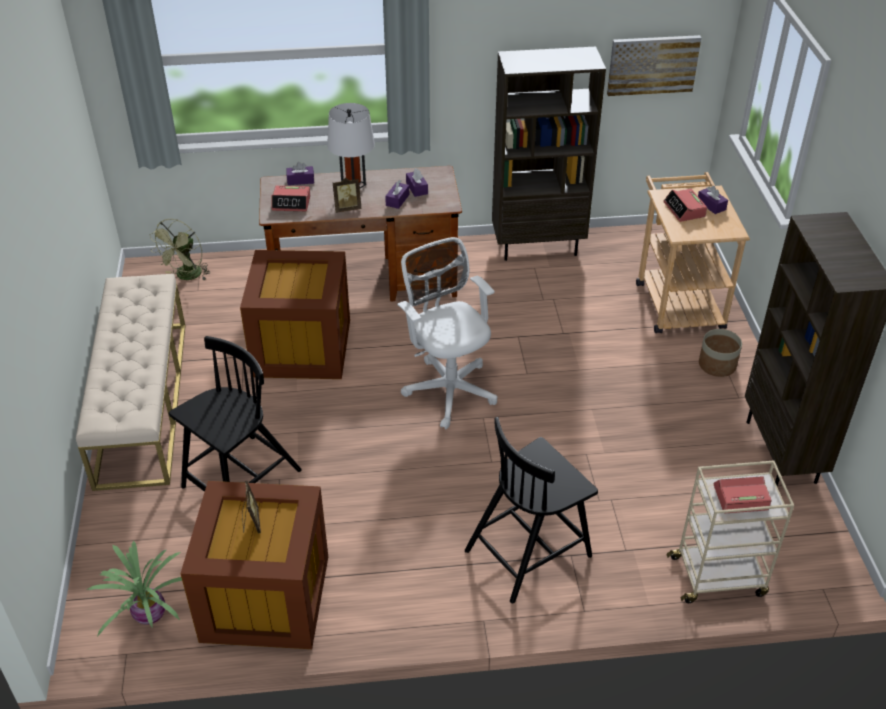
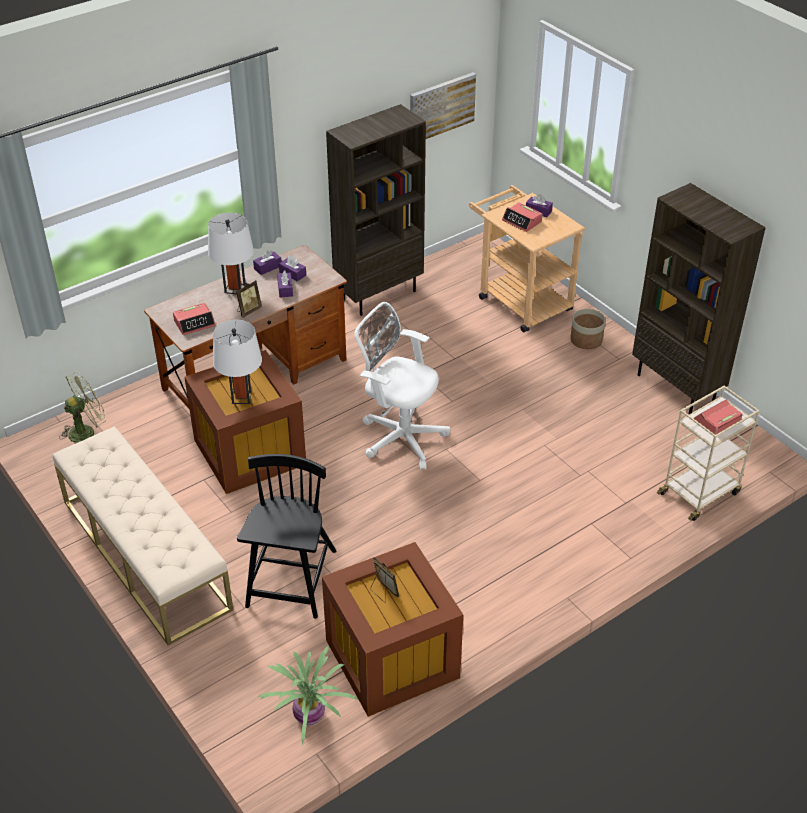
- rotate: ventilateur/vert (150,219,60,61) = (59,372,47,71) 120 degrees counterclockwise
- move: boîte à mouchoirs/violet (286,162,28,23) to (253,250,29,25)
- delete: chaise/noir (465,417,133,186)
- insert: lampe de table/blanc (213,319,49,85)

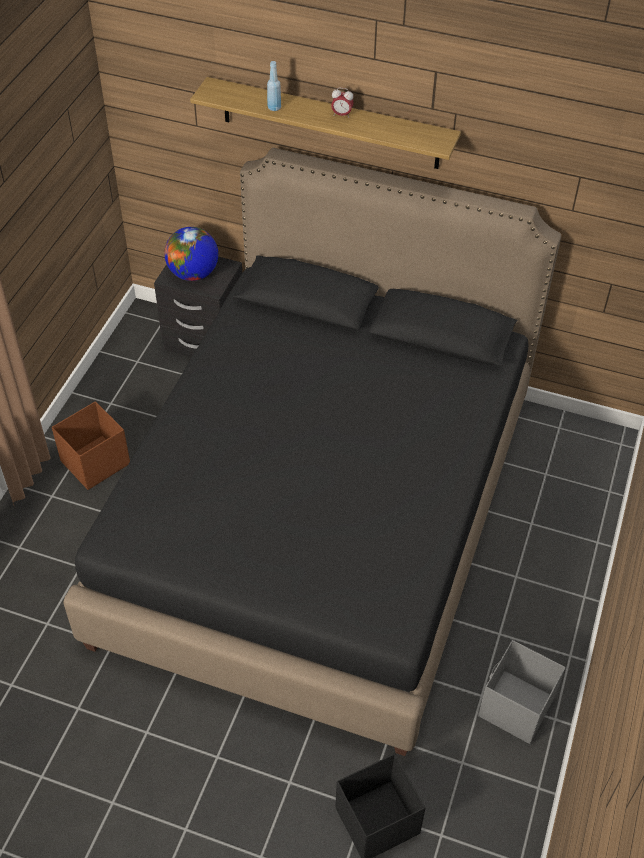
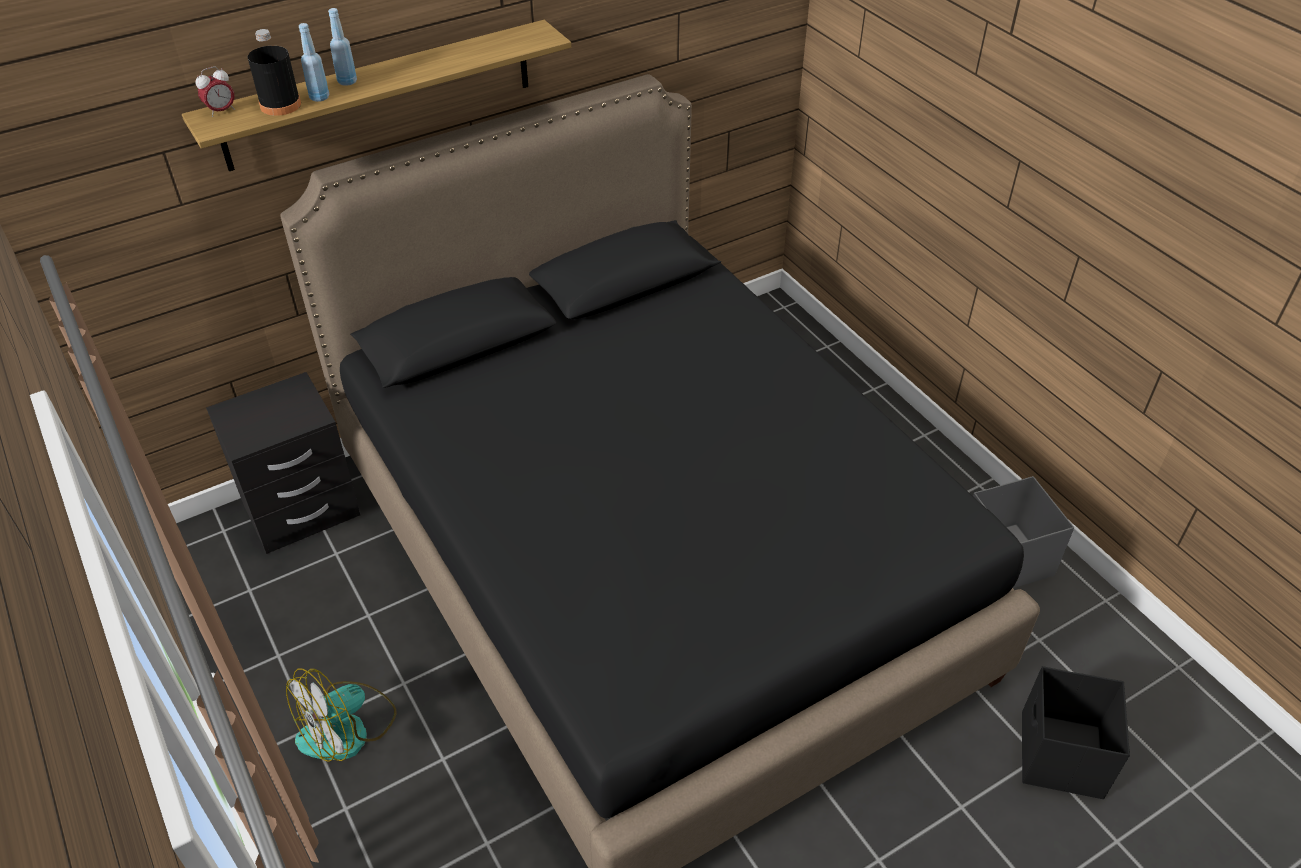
- replace: boîte de rangement/marron (52,402,78,88) to ventilateur (286,669,110,93)
- delete: globe (164,227,54,54)
- move: réveil (331,87,23,30) to (195,66,40,51)
- insert: bouteille/noir (247,29,54,87)
- insert: bouteille/bleu (328,8,29,78)

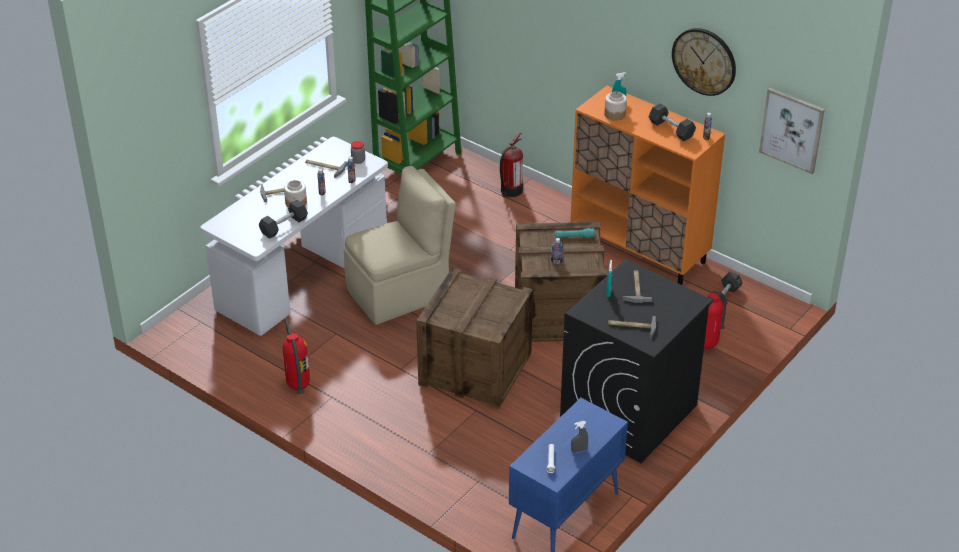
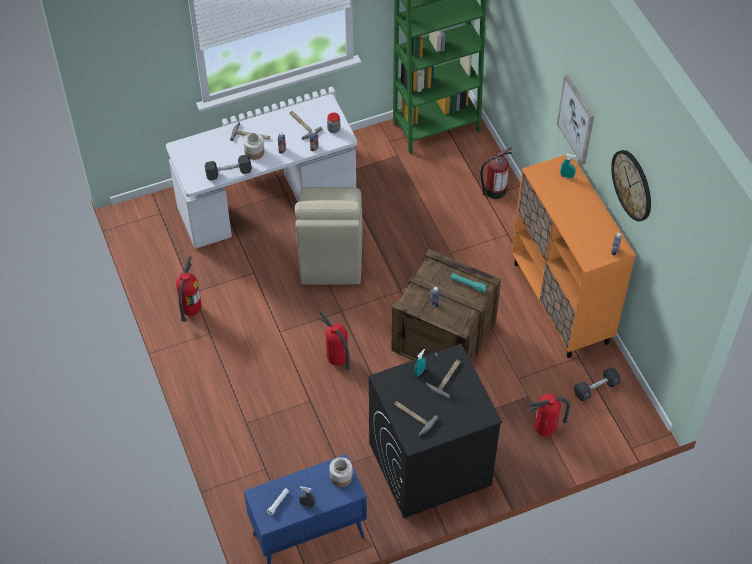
- rotate: chaise/beige (344,166,112,159) = (295,187,67,98) 90 degrees clockwise
- replace: caisse (416,268,117,141) to extincteur (319,311,32,59)
- move: bocal (604,92,23,29) to (329,457,24,30)
- delete: haltère/noir (649,104,47,37)
- move: tableau (759,88,66,86) to (557,75,37,90)

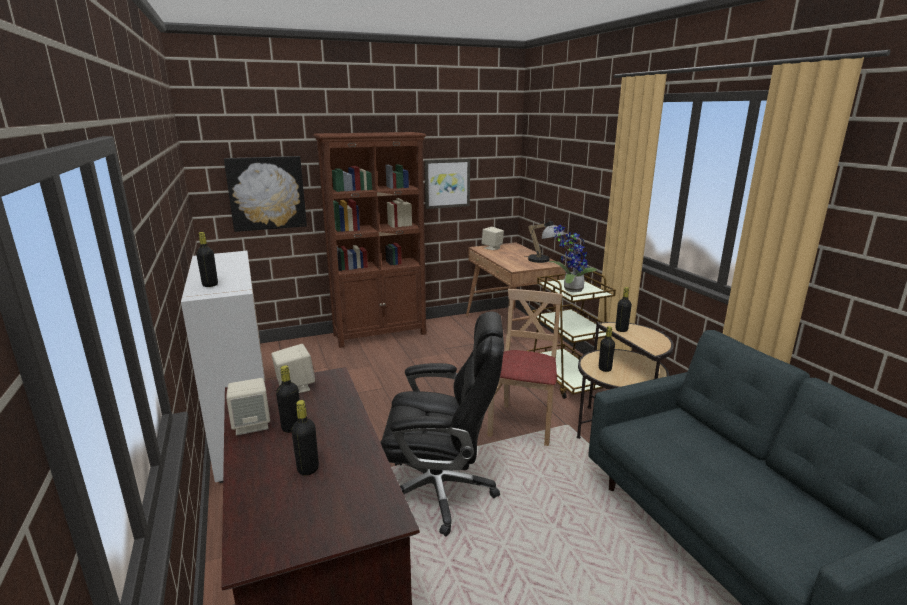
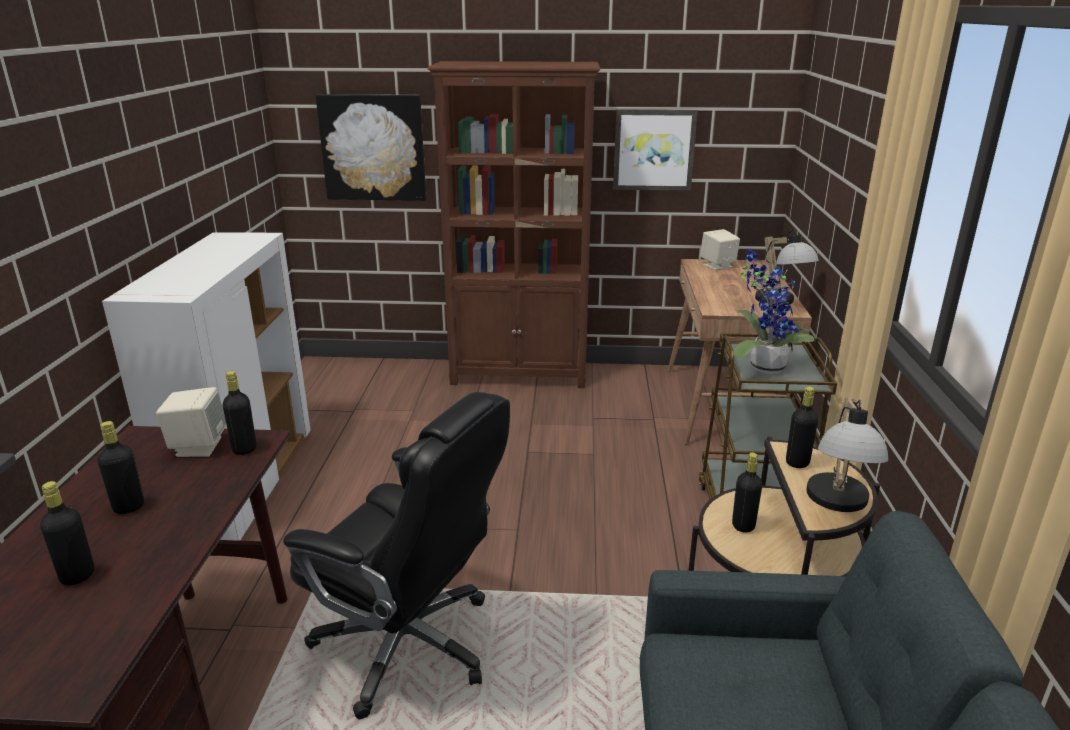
- move: bouteille/noir (196,232,22,55) to (223,371,33,84)
- delete: enceinte/beige (226,378,44,57)
- delete: chaise/beige (487,289,76,157)
- insert: lampe de table (806,398,82,114)

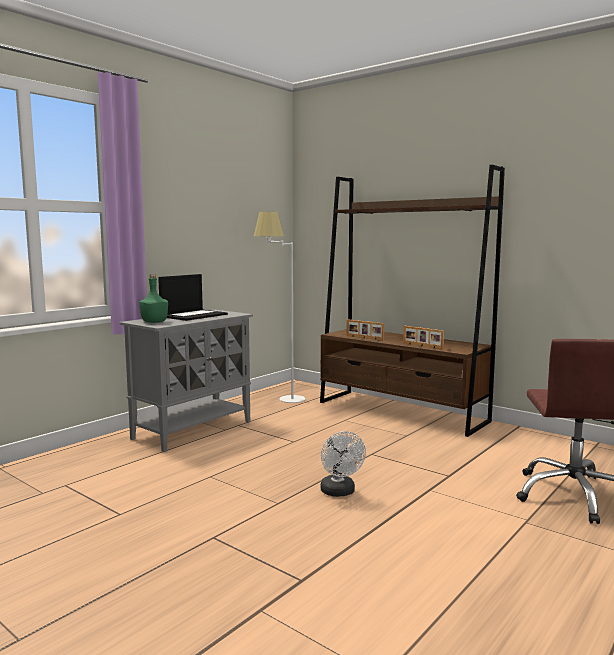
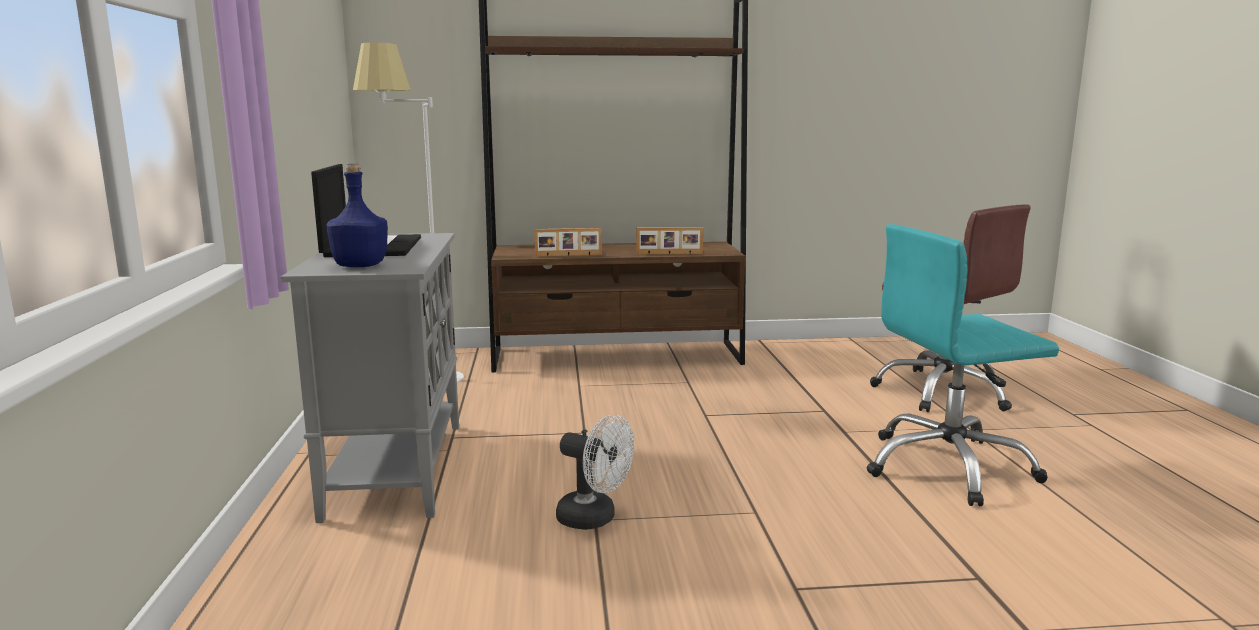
- recolor: bouteille/vert (139,274,29,49) to bouteille/bleu (327,164,61,103)
- move: ventilateur/blanc (321,431,45,66) to (556,415,78,115)
- insert: chaise de bureau/turquoise (867,224,192,282)

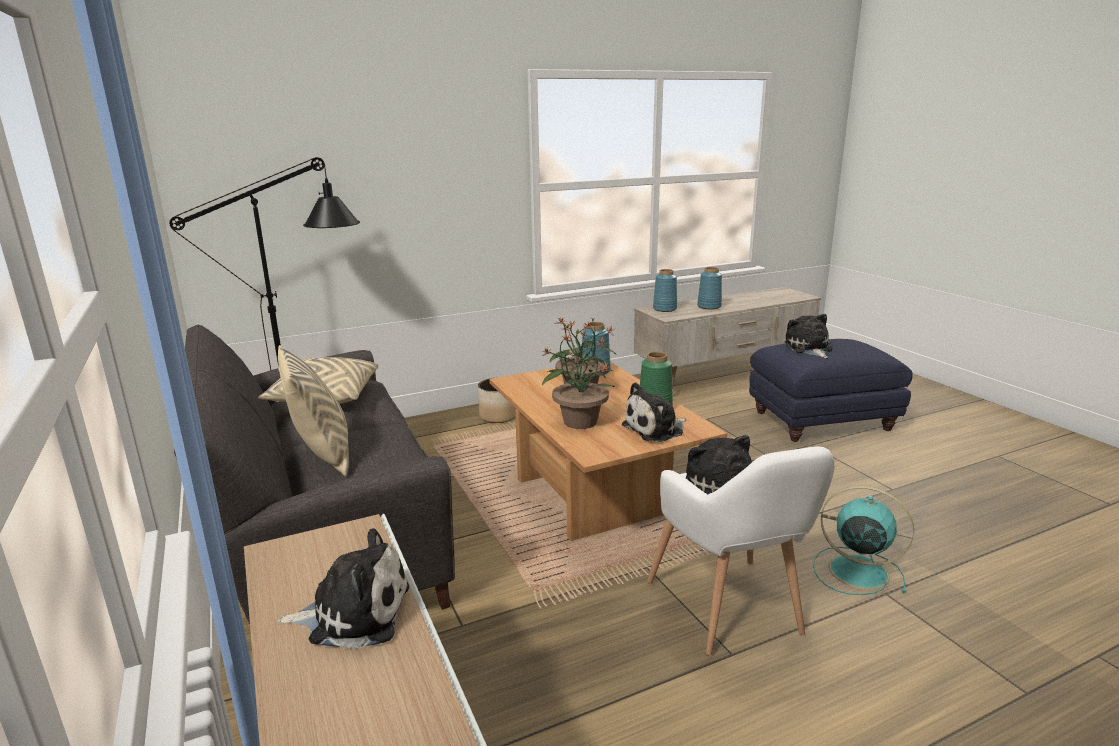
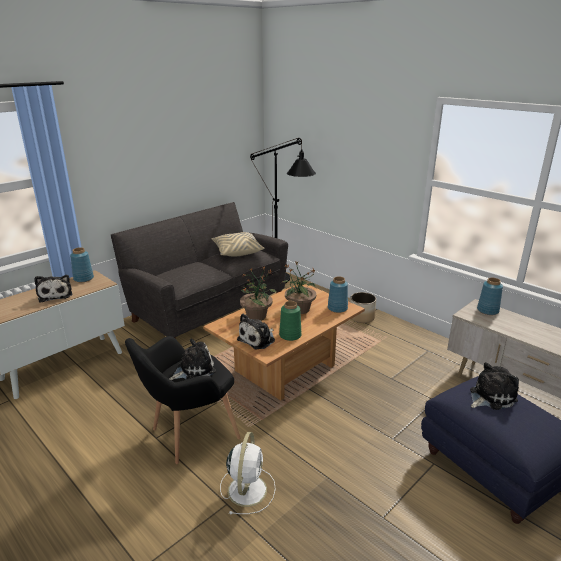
- delete: coussin/beige (278,345,71,131)
- rotate: peluche (622,382,64,60) = (237,313,38,37) 90 degrees counterclockwise
- recolor: fauteuil/blanc (647,446,188,209) to fauteuil/noir (125,336,116,128)
- move: vase/bleu (697,267,25,43) to (70,247,24,35)
- recolor: ventilateur/turquoise (813,486,101,109) to ventilateur/blanc (220,432,56,82)

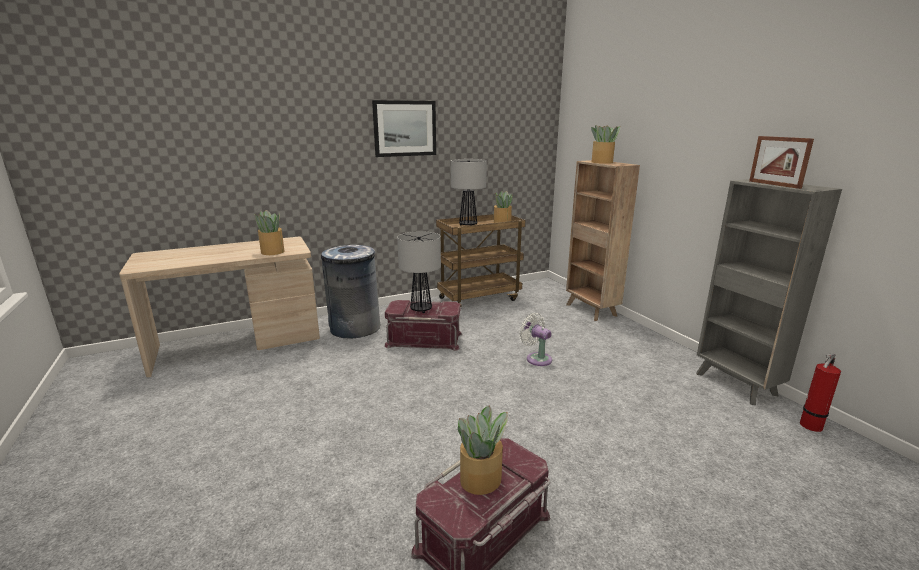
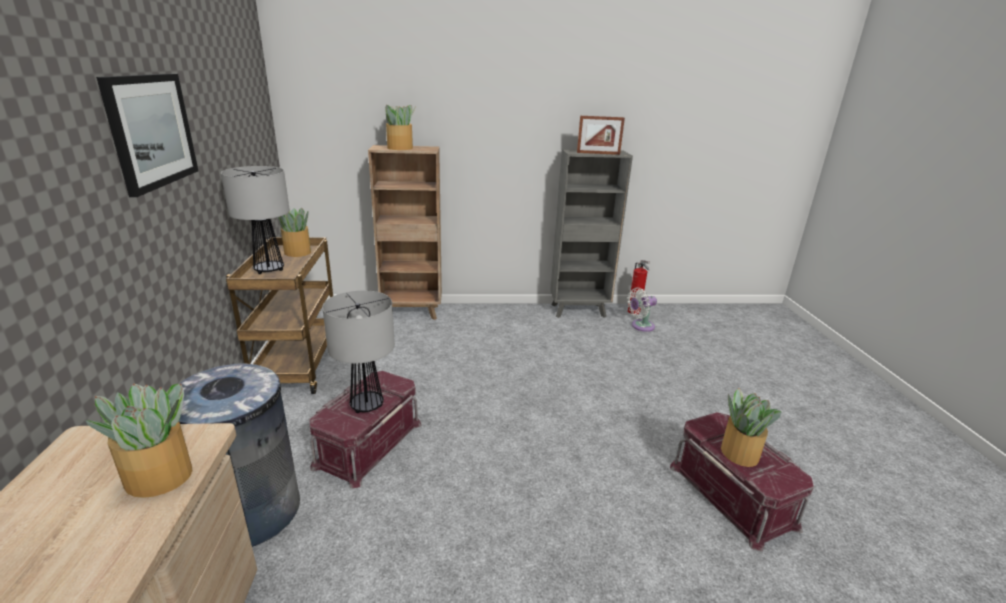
- move: ventilateur/blanc (519,313,33,53) to (627,288,30,44)

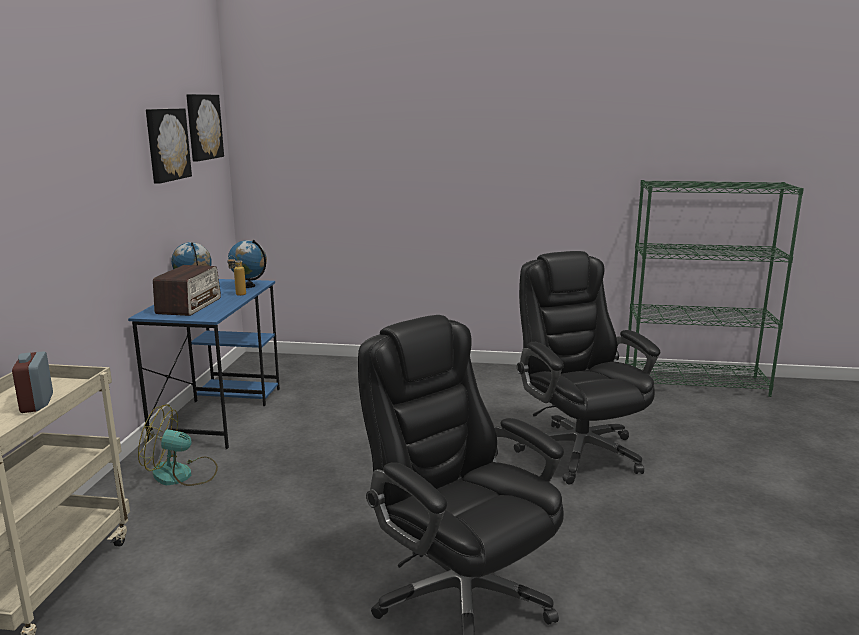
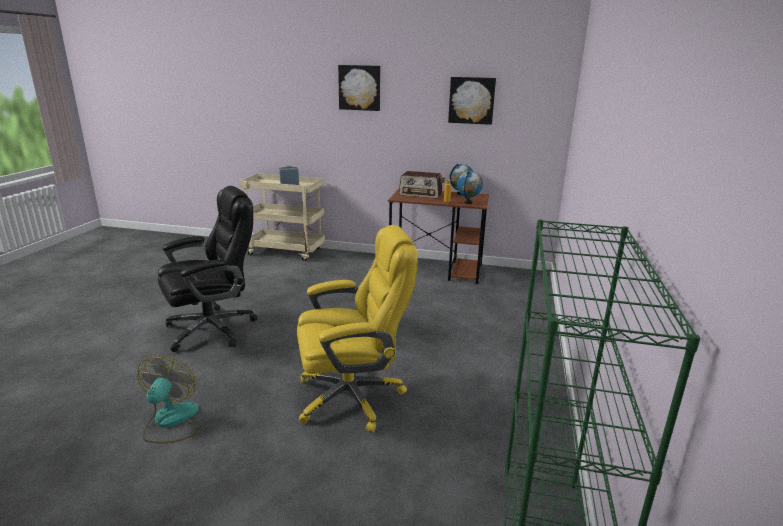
- recolor: bureau/bleu (128,279,152,170) to bureau/marron (388,189,101,95)
- move: ventilateur (138,404,80,82) to (137,355,62,88)
- move: tableau (186,94,38,67) to (338,65,42,46)
- recolor: chaise de bureau/noir (514,251,146,234) to chaise de bureau/jaune (297,225,121,207)

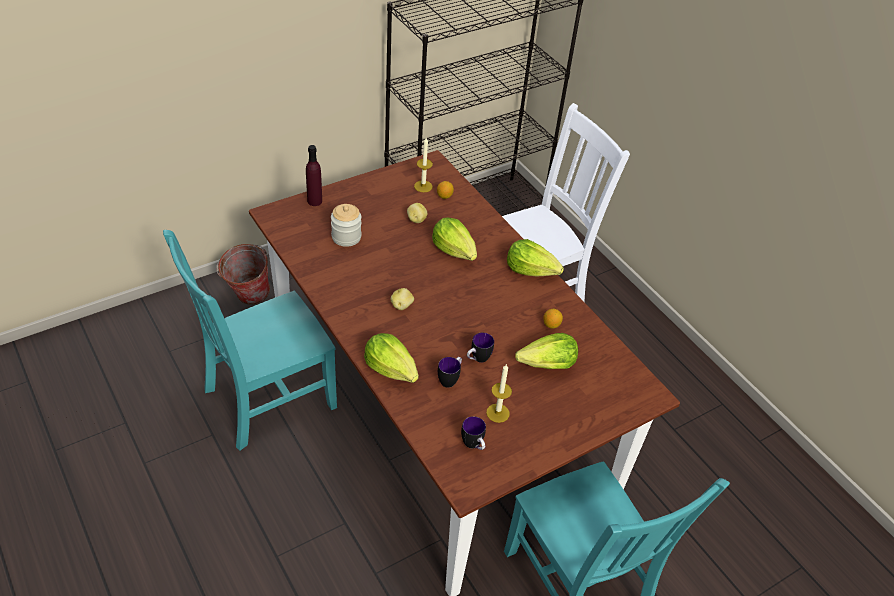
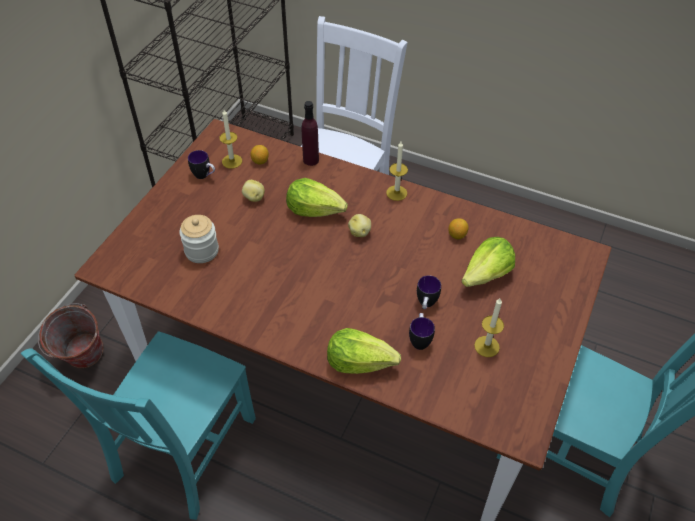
- move: bouteille/violet (306,145,16,61) to (302,101,17,65)
- move: pomme de terre (391,288,23,22) to (348,214,23,23)
- move: mug (461,416,25,34) to (188,150,27,29)
- replace: laitue (507,239,57,37) to bougie (386,141,22,60)

